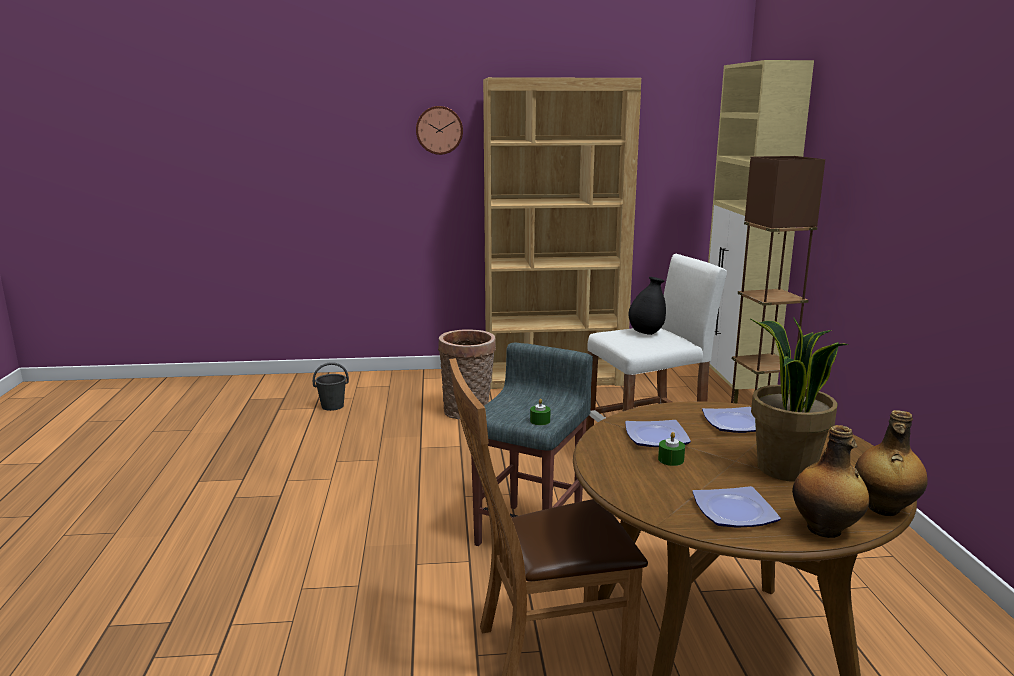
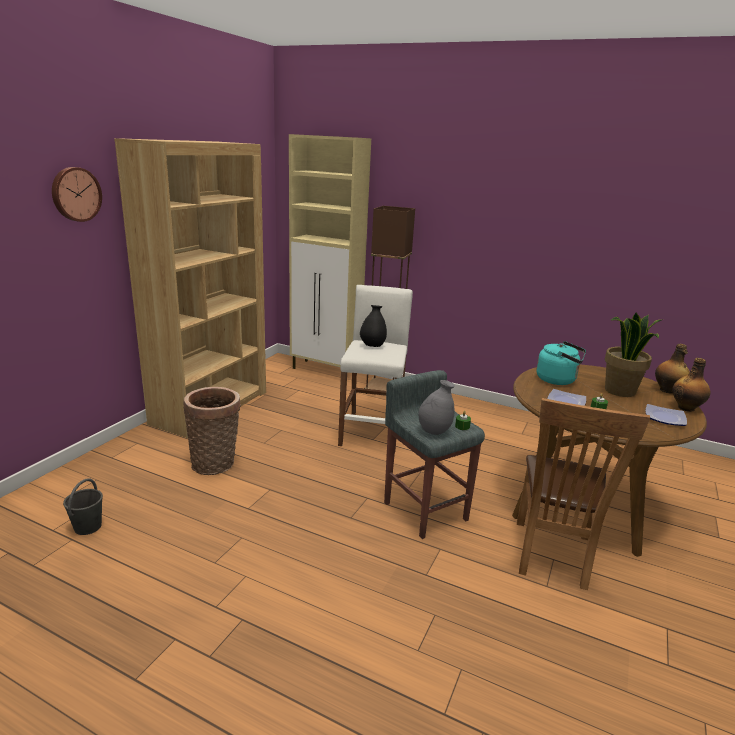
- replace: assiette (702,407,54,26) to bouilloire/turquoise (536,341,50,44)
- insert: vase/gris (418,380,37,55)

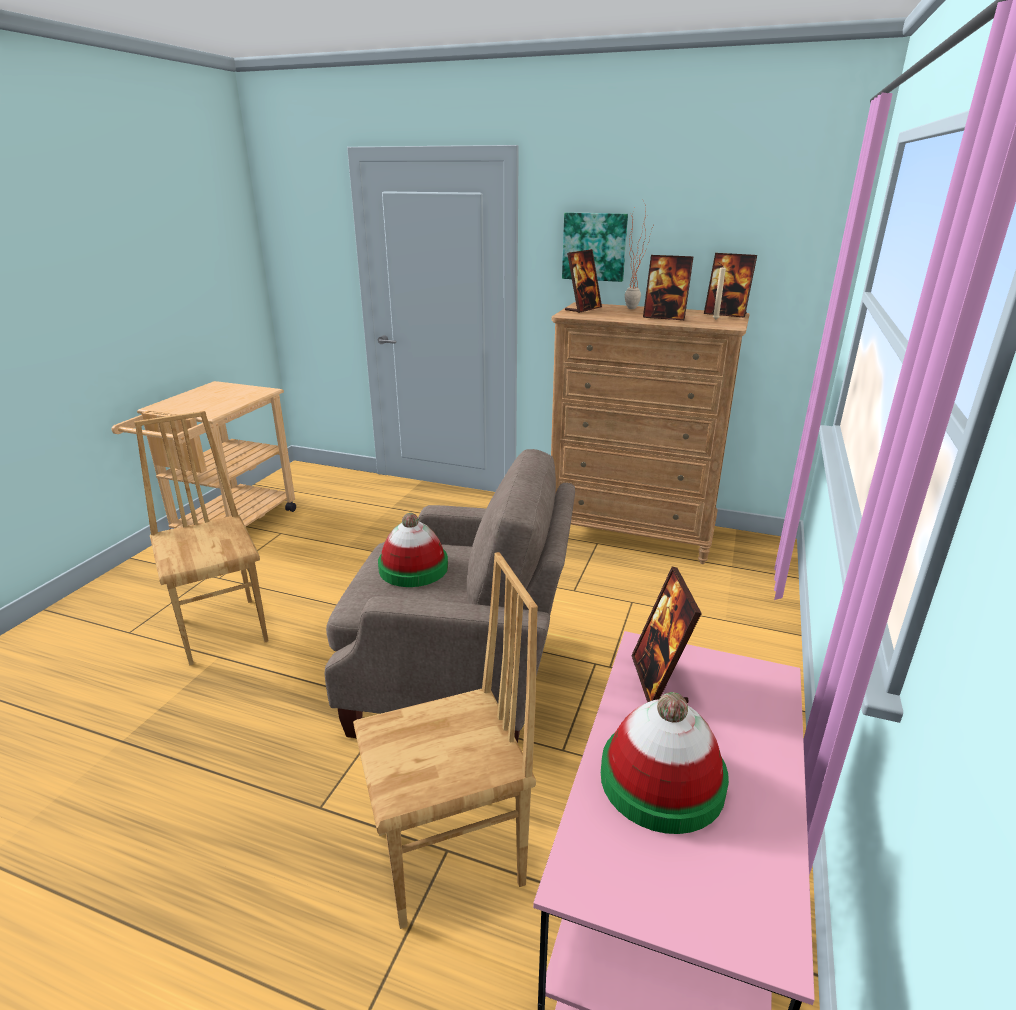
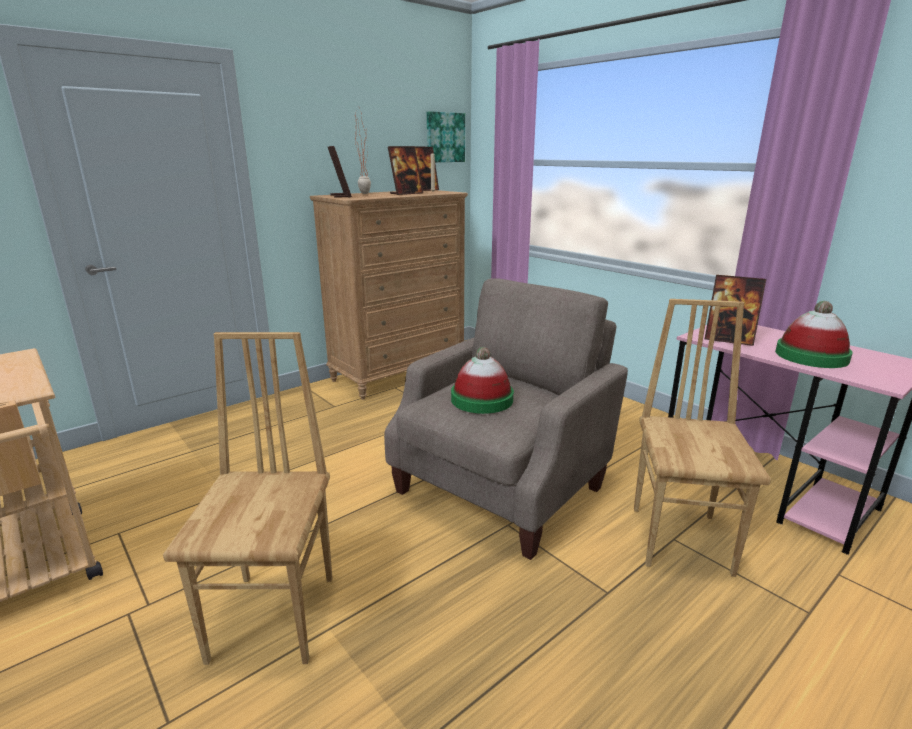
- rotate: chaise/marron (135,411,133,254) = (163,332,169,333) 90 degrees clockwise
- move: tableau (562,212,66,70) to (427,111,38,51)

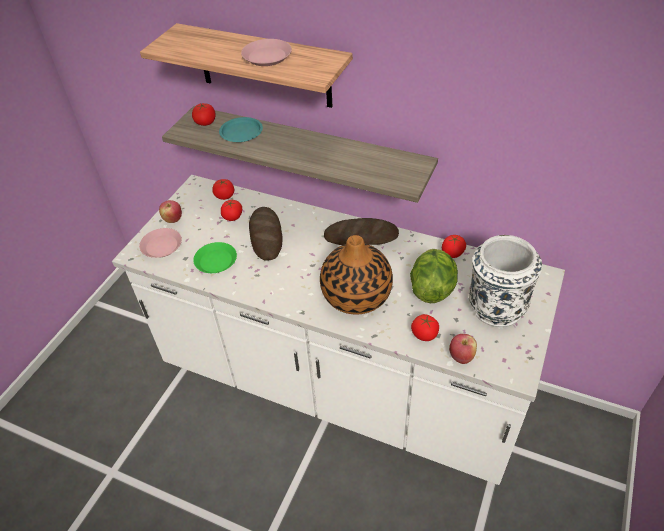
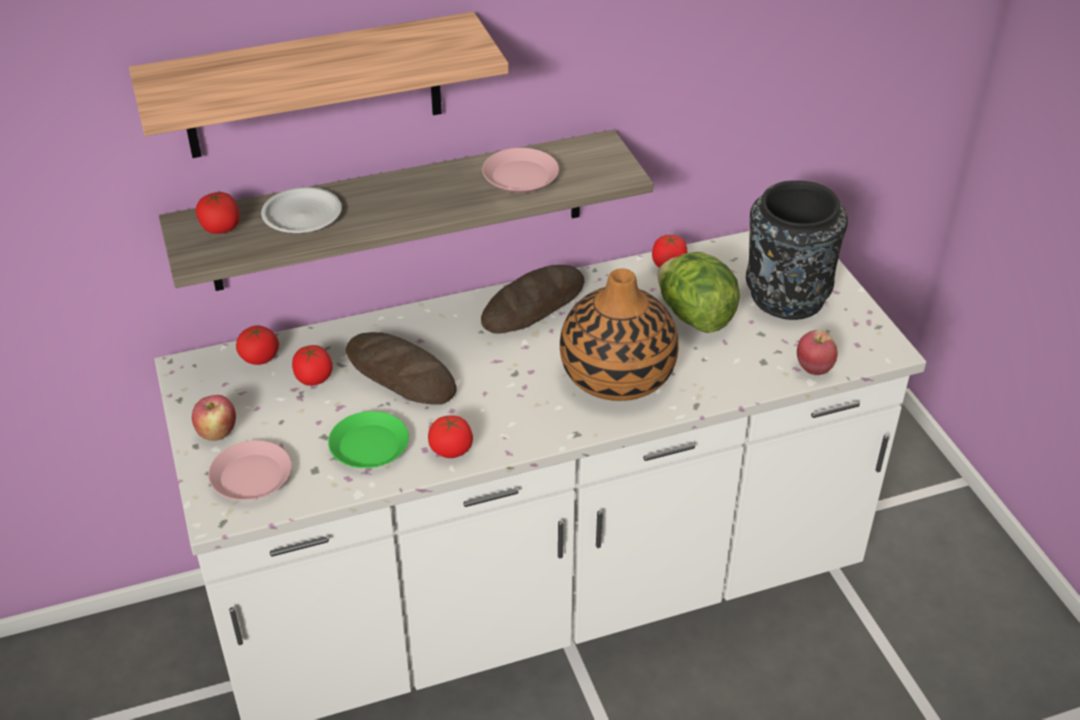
- recolor: assiette/turquoise (219,117,44,25) to assiette/blanc (261,187,81,46)
- move: assiette/rose (241,39,51,27) to (482,148,77,45)
- move: tomate (411,314,28,27) to (428,415,45,43)
- recolor: vase/blanc (469,235,73,92) to vase/noir (746,180,102,140)

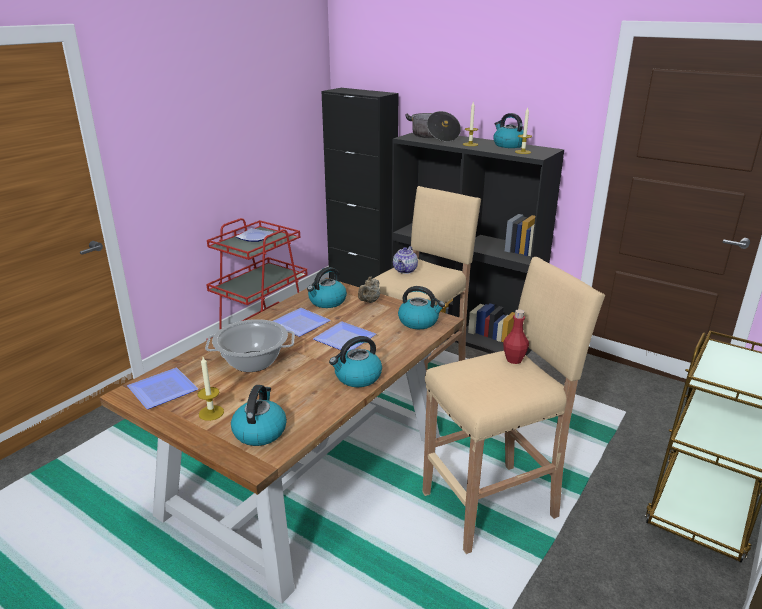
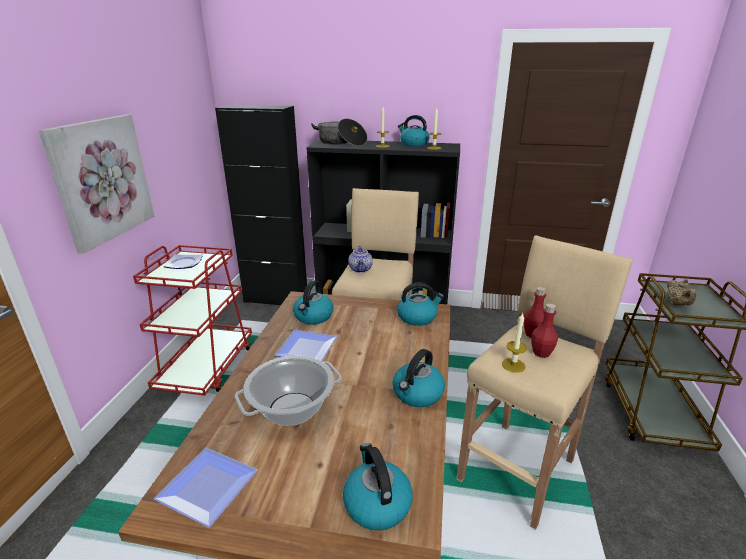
- move: bougie (198,357,26,64) to (502,312,25,61)
- delete: assiette (313,321,63,30)
- move: théière/beige (358,277,22,26) to (666,279,30,27)
- insert: tableau (39,114,115,140)
- insert: bouteille/rouge (531,304,27,54)

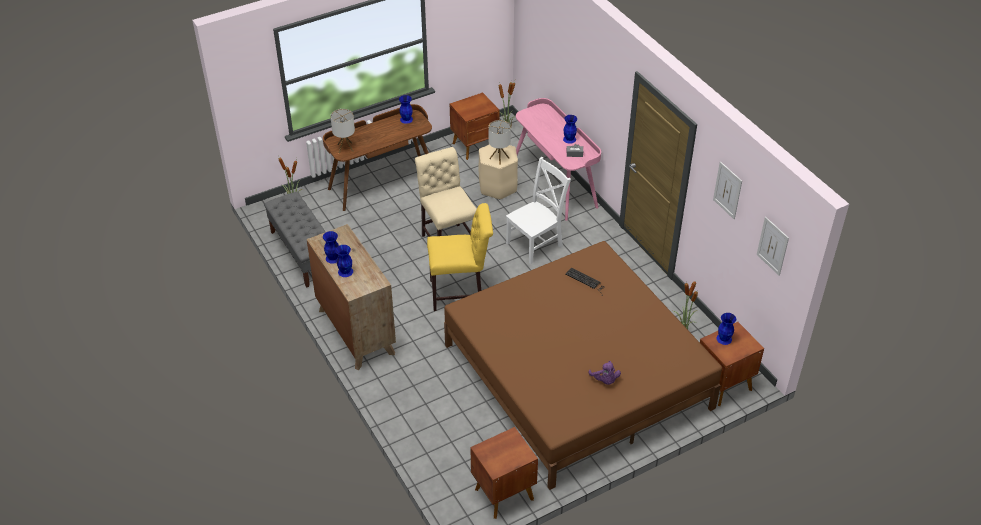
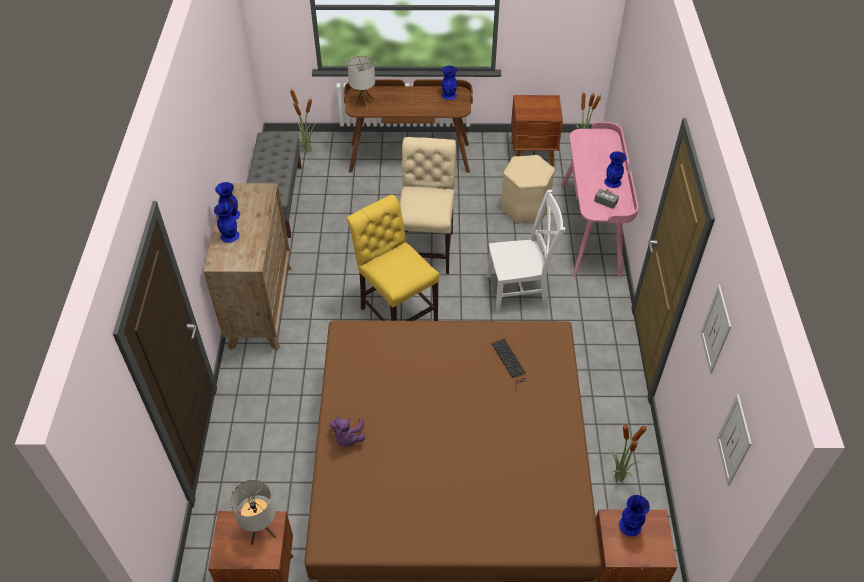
- rotate: chaise/jaune (427,203,66,108) = (347,195,93,126) 150 degrees counterclockwise
- move: lampe de table (488,120,23,45) to (230,480,46,65)
- move: peluche/violet (588,361,33,24) to (330,417,35,30)

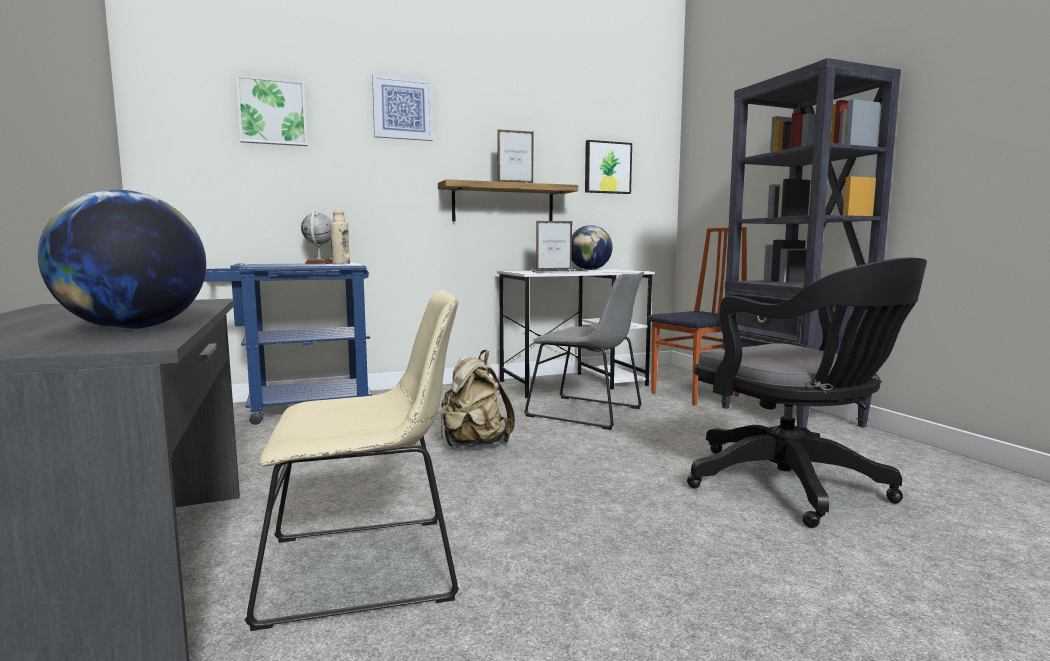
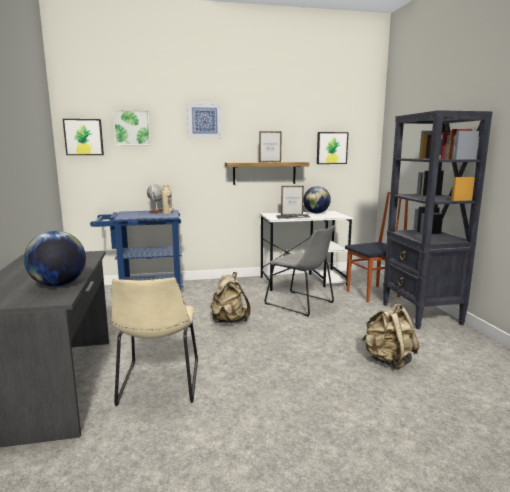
- rotate: chaise/beige (245,291,214,340) = (112,277,86,129) 90 degrees clockwise
- replace: chaise de bureau/noir (687,257,240,271) to sac à dos/beige (361,304,58,66)
- insert: tableau (63,119,41,36)

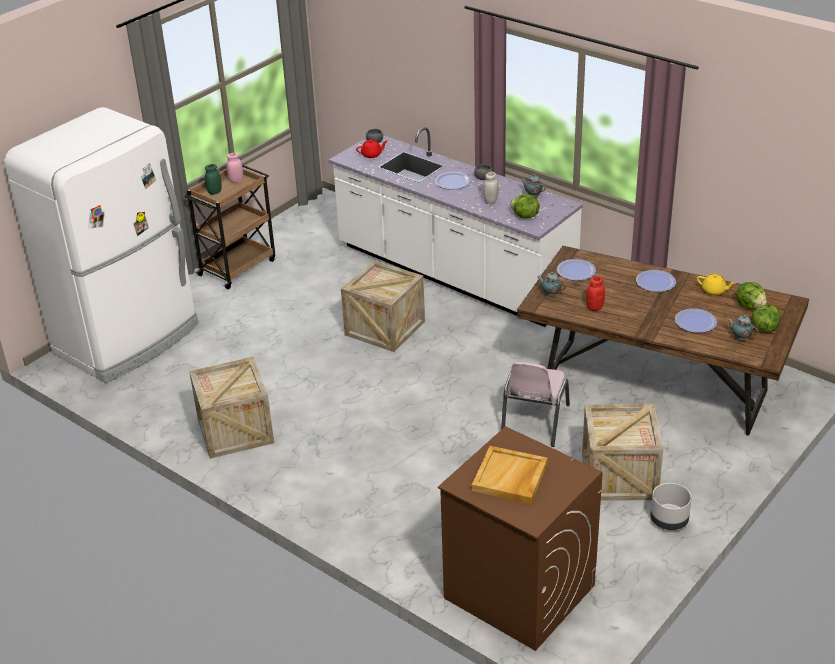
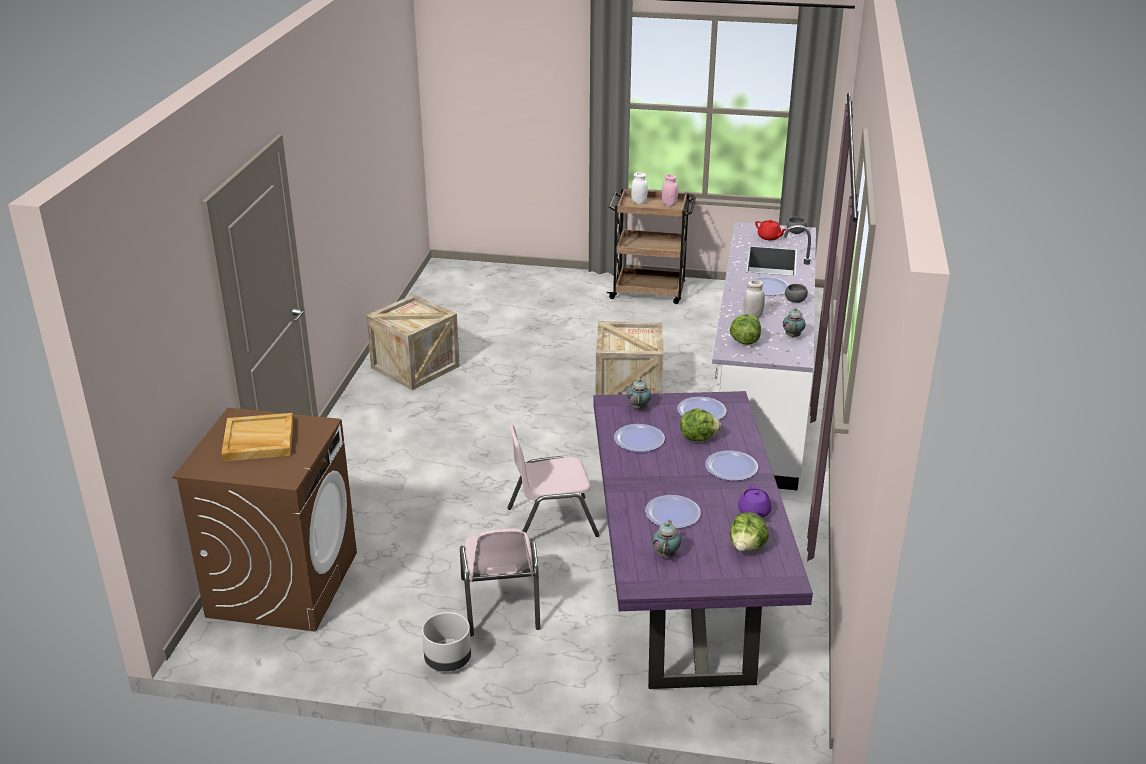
- delete: réfrigérateur/blanc (4,107,195,276)
- recolor: bocal/vert (205,164,17,31) to bocal/blanc (631,172,17,32)
- recolor: table à manger/marron (517,246,292,190) to table à manger/violet (594,391,219,298)
- replace: caisse (582,404,81,97) to chaise/rose (460,529,80,107)
- replace: bocal/rouge (586,276,19,35) to assiette (614,424,51,28)
- recolor: théière/jaune (697,274,38,21) to théière/violet (738,484,34,34)
- move: laitue (752,305,29,28) to (680,408,41,33)

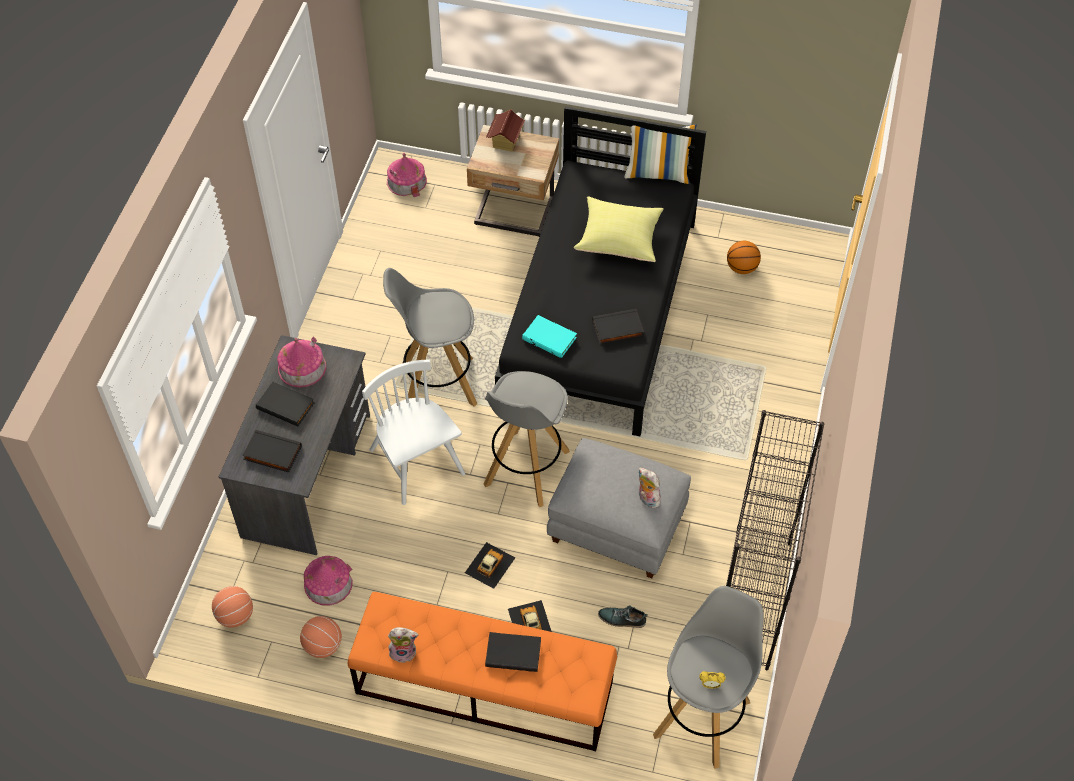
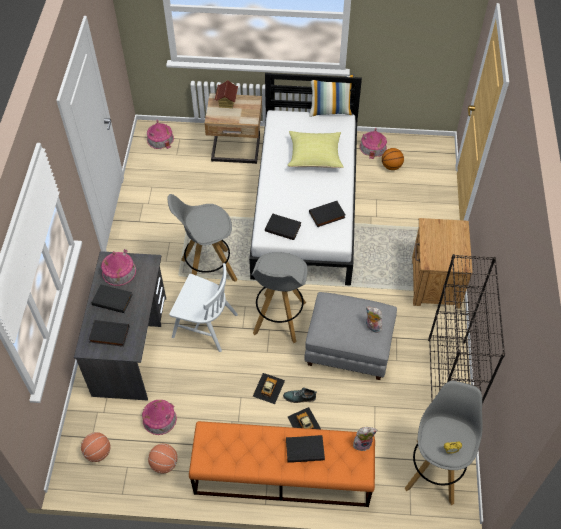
- rotate: chaise/blanc (362,360,103,145) = (169,263,69,89) 150 degrees clockwise
- move: peluche (388,627,31,36) to (353,427,24,24)
- recolor: lit/noir (495,106,211,330) to lit/blanc (249,73,113,213)
- recolor: livre/turquoise (522,315,55,43) to livre/noir (265,213,36,27)
- move: chaussure (598,606,50,22) to (283,388,34,15)
- insert: maison miniature (360,128,27,31)
- insert: table de chevet/marron (412,218,61,90)

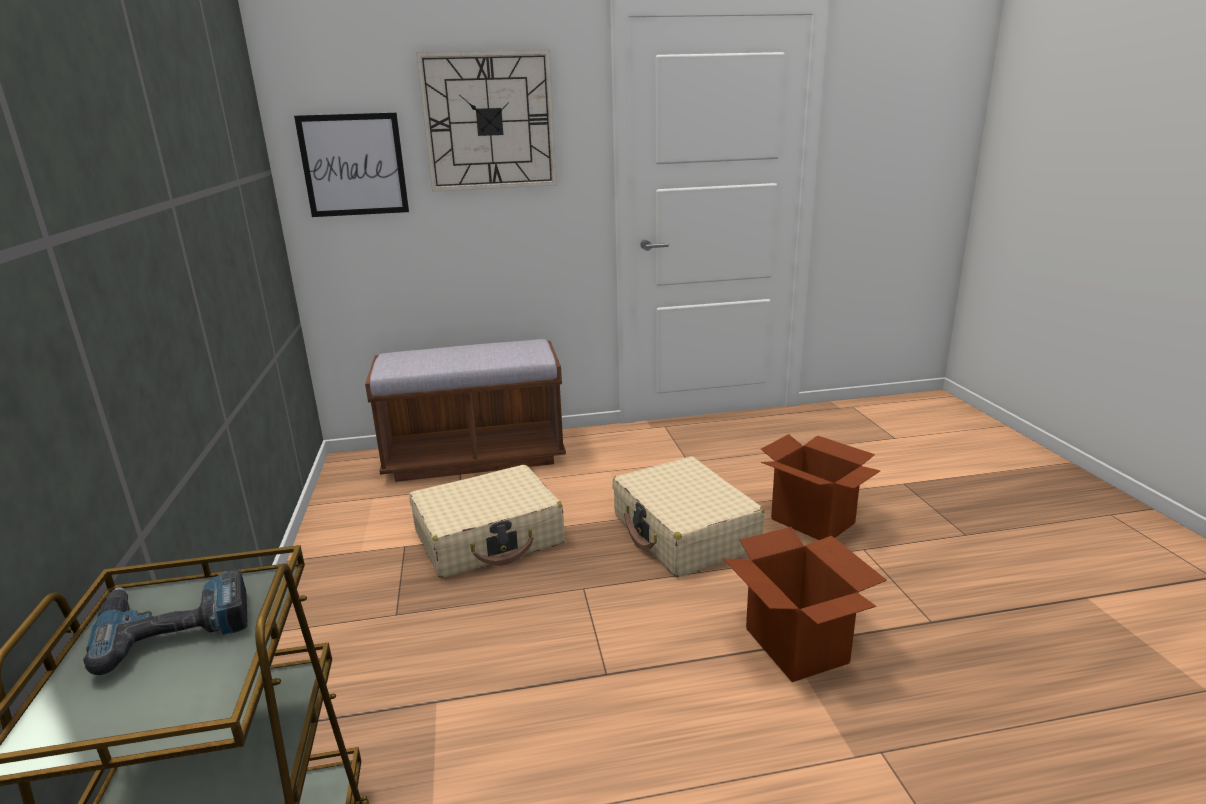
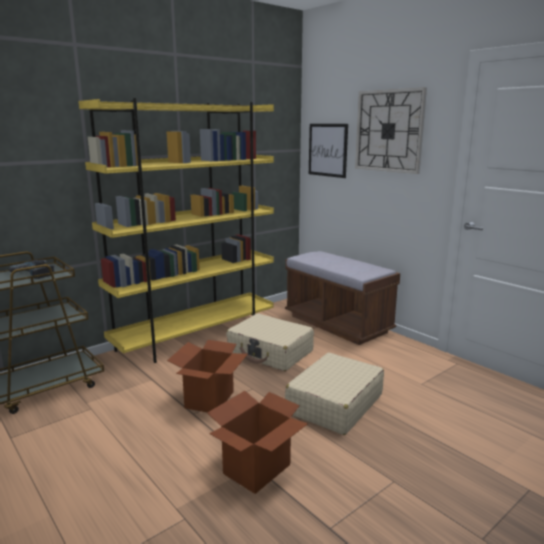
- move: carton (761,434,120,106) to (167,340,81,72)
- insert: bibliothèque/jaune (78,98,196,265)

